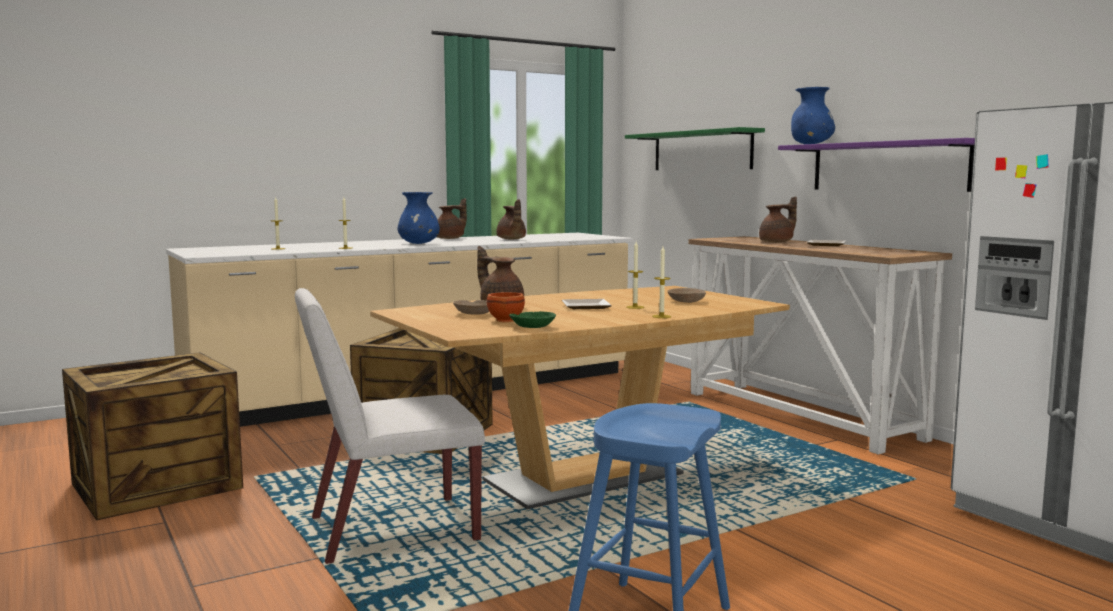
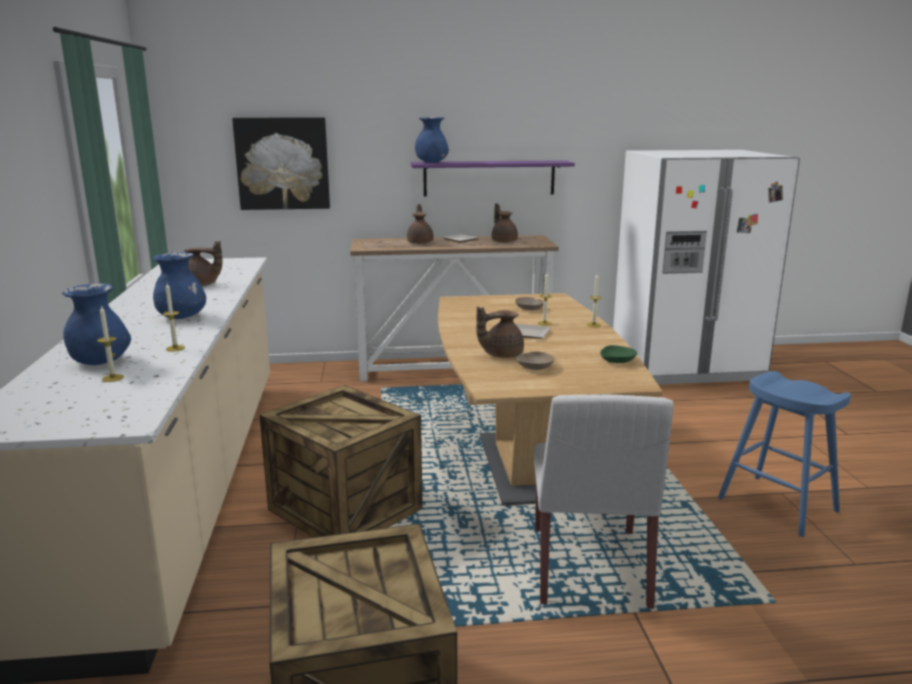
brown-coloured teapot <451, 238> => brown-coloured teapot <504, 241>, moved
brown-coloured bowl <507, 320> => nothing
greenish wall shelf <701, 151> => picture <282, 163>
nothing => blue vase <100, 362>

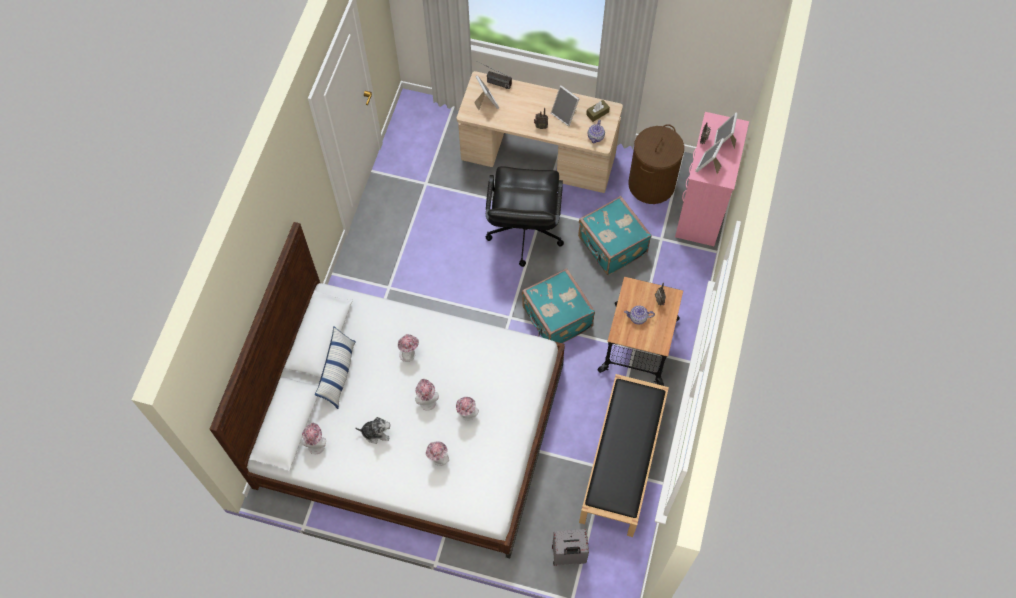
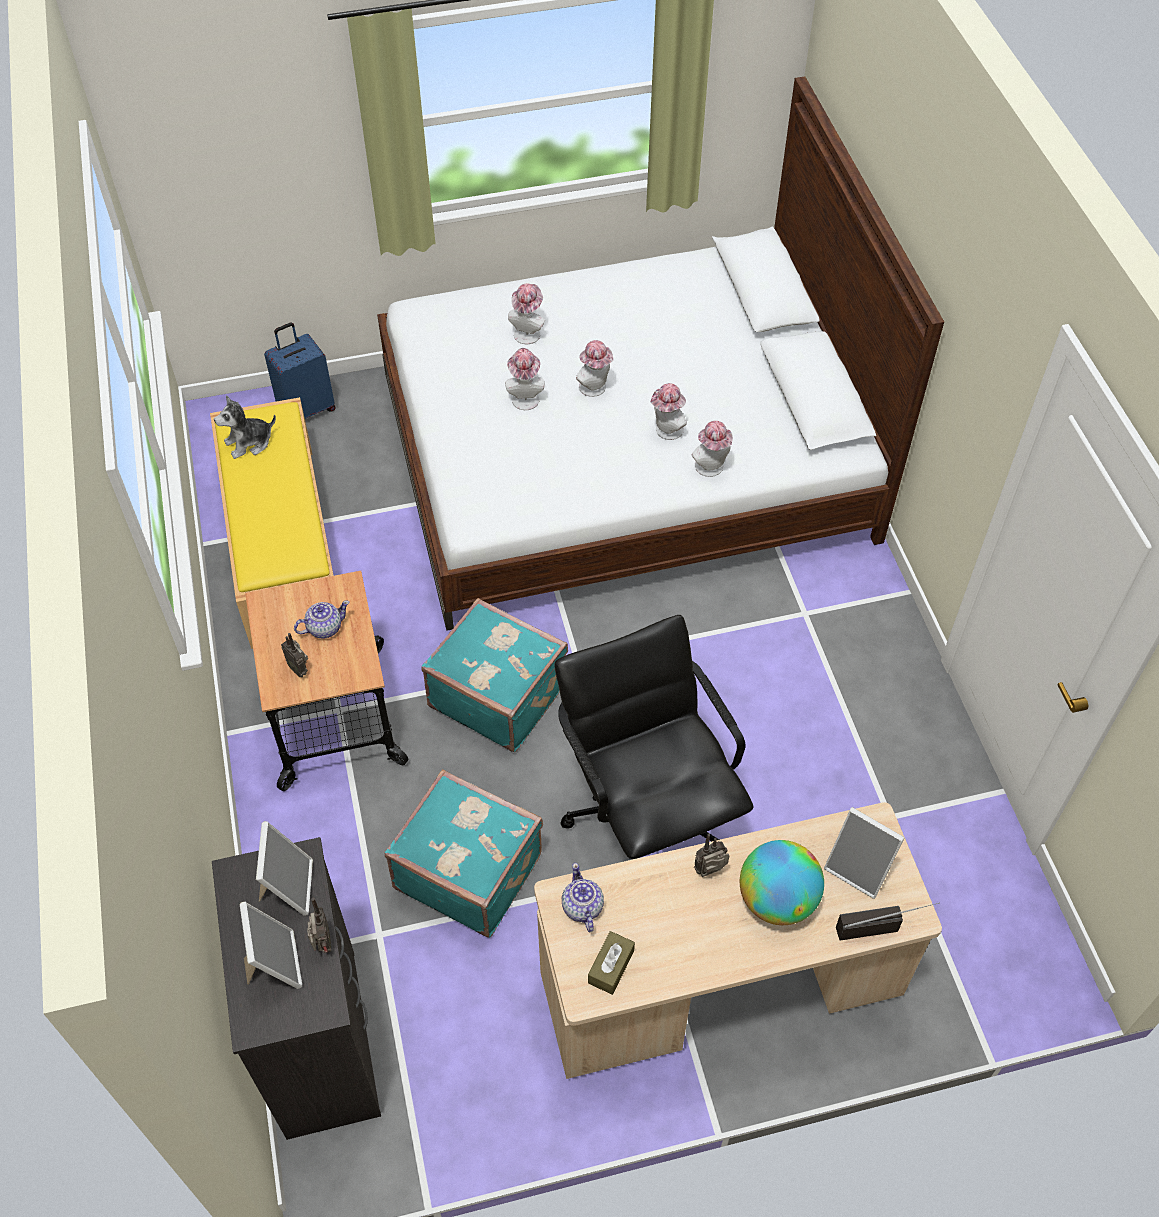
wearable hat <316, 444> => wearable hat <711, 468>, moved
cushion <338, 373> => nothing
plush toy <376, 432> => plush toy <249, 443>, moved
photo frame <565, 114> => nothing
greyish travel case <568, 555> => blue travel case <307, 409>
black-coloured indoor bench <622, 462> => yellow indoor bench <281, 542>
brown-coloured washing basket <651, 184> => nothing
pink drawer chest <701, 210> => black-coloured drawer chest <322, 1040>
nothing => world globe <777, 900>

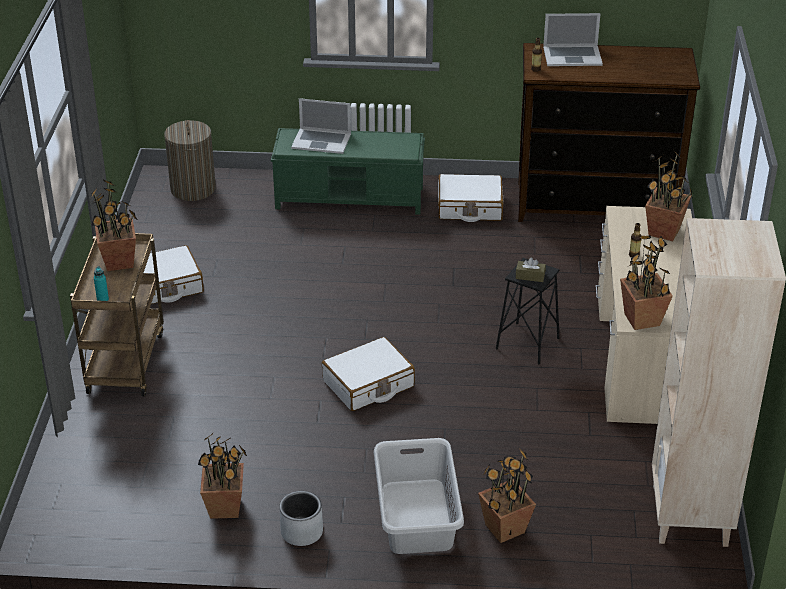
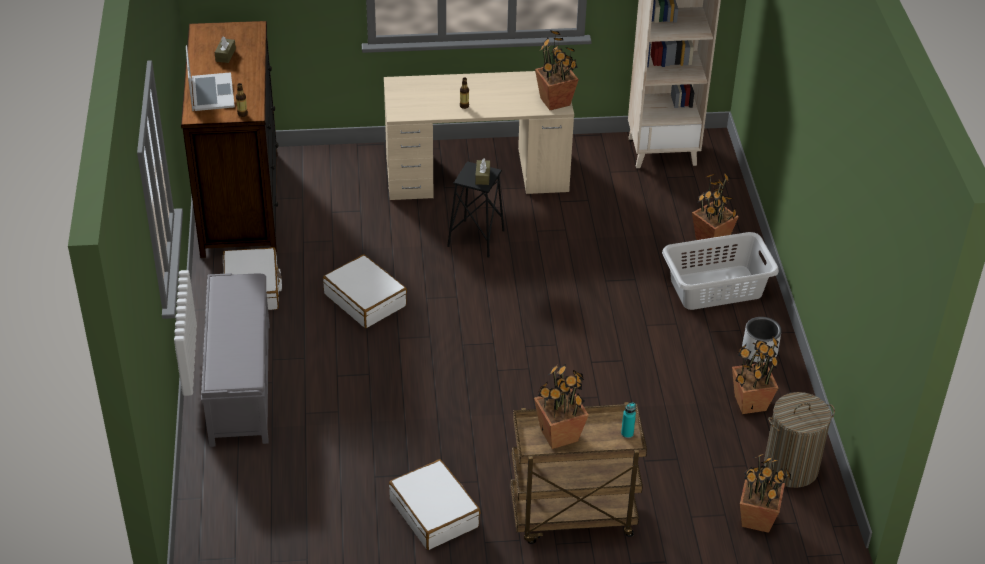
washing basket <193, 189> => washing basket <791, 467>, moved
greenish indoor bench <350, 198> => greyish indoor bench <240, 382>
laptop <321, 141> => nothing
whitish travel case <368, 384> => whitish travel case <365, 300>, moved
potted plant <664, 232> => potted plant <758, 519>, moved
nothing => brown-coloured box of tissues <225, 55>

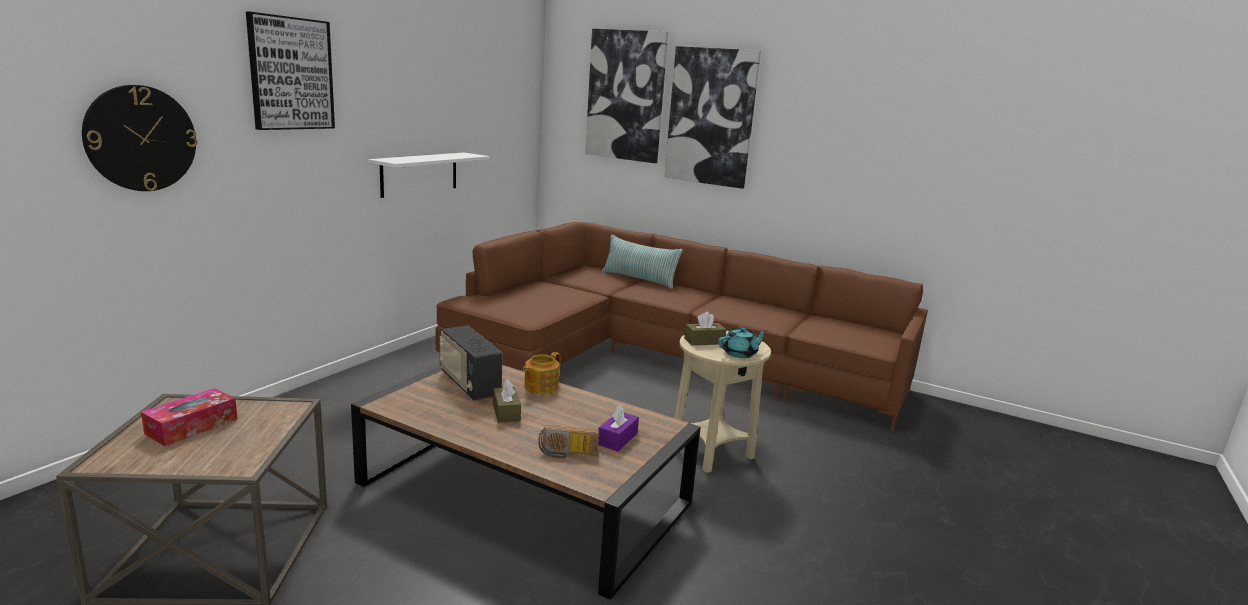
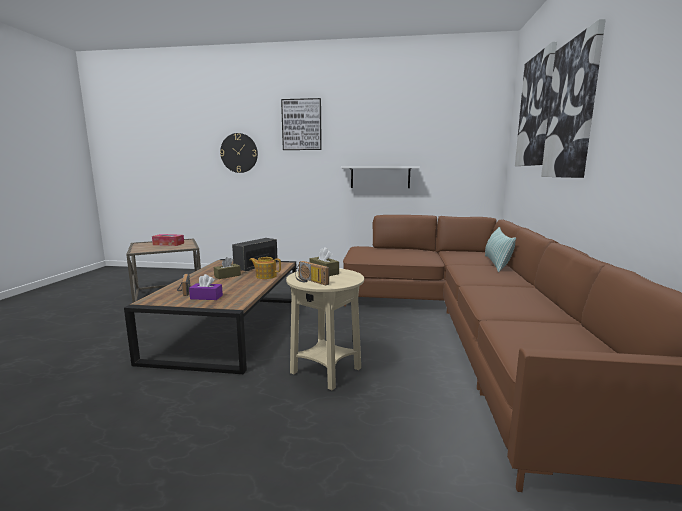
blue-green teapot <740, 353> => radio receiver <310, 281>

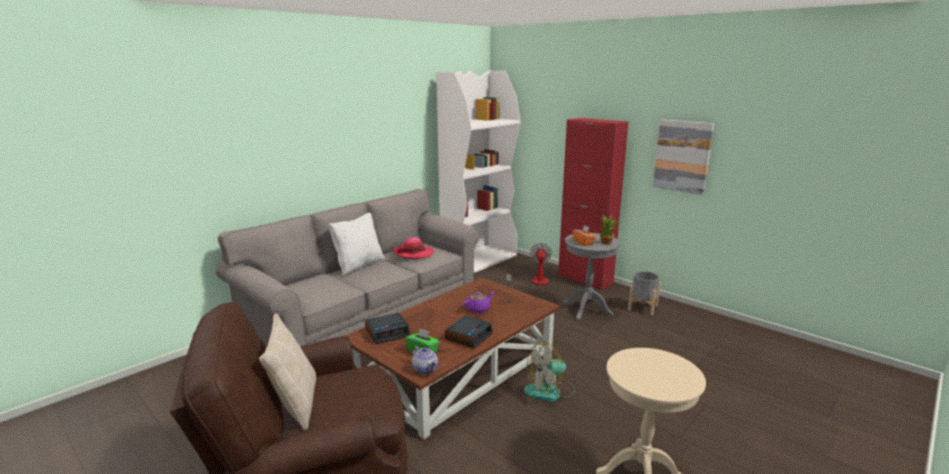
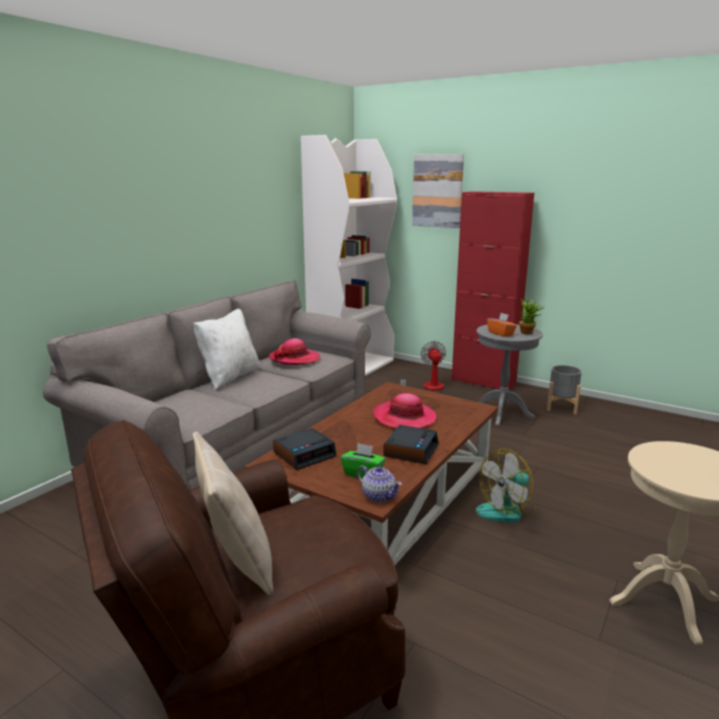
purple-coloured teapot <478, 309> => wearable hat <404, 417>
picture <682, 156> => picture <437, 191>, moved

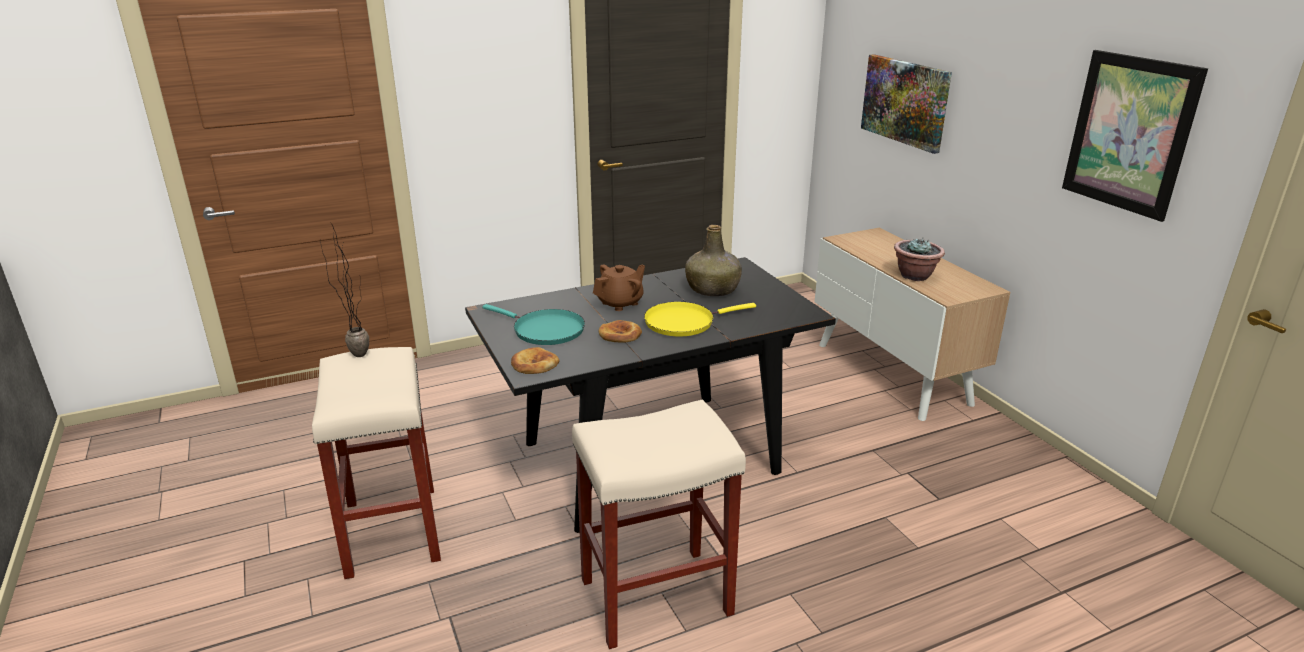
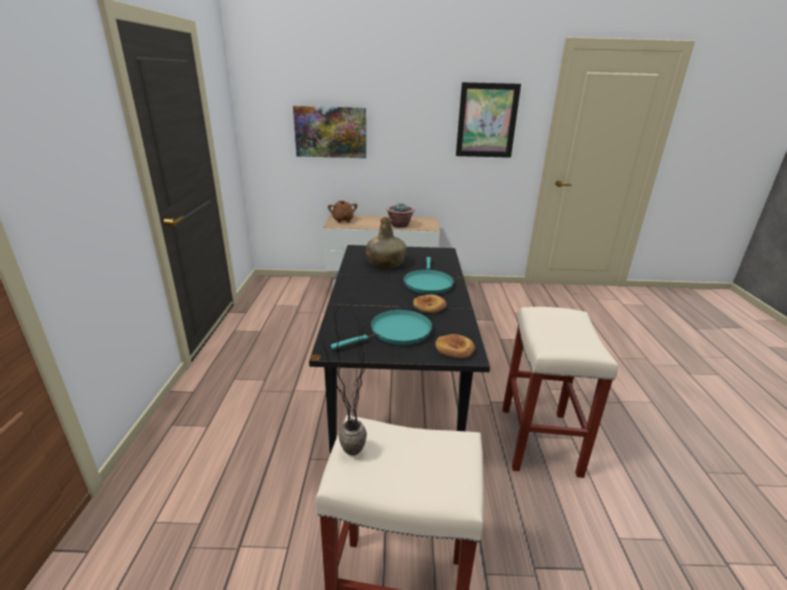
brown-coloured teapot <620, 303> => brown-coloured teapot <343, 220>, moved
yellow pan <683, 322> => blue-green pan <427, 283>

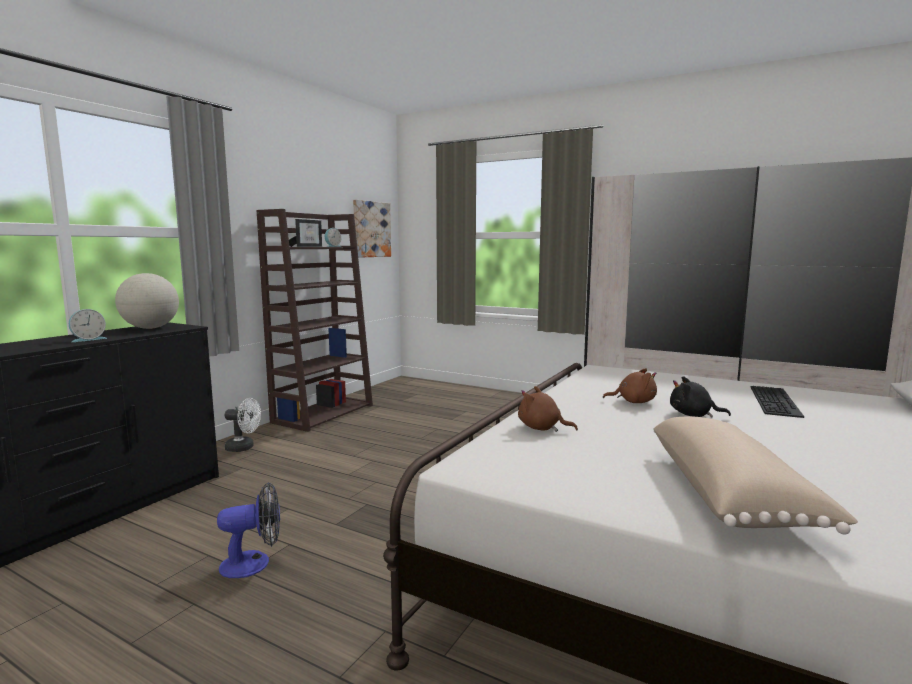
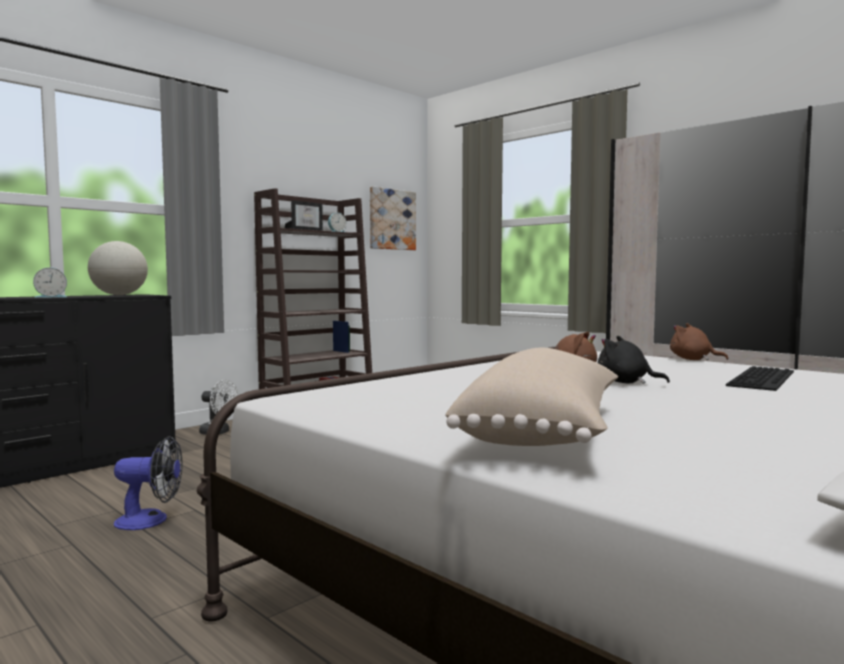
brown-coloured plush toy <542, 428> => brown-coloured plush toy <693, 360>, moved

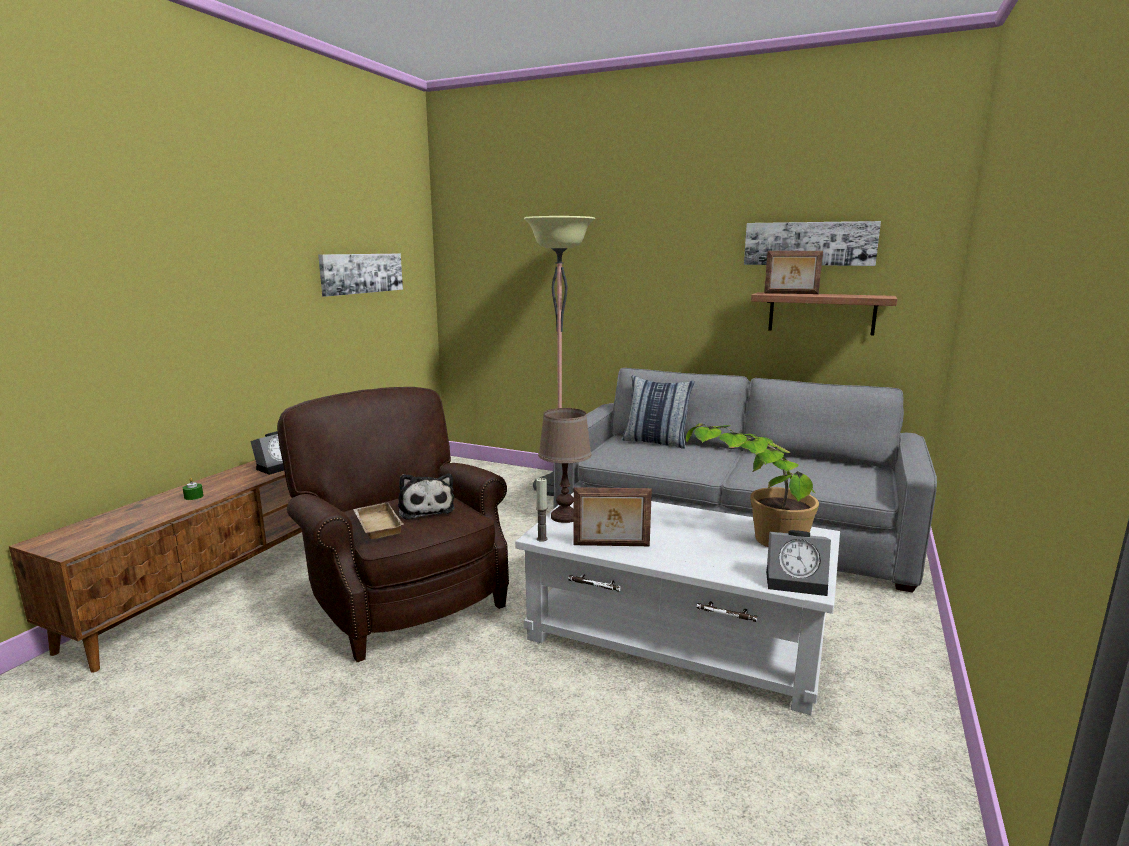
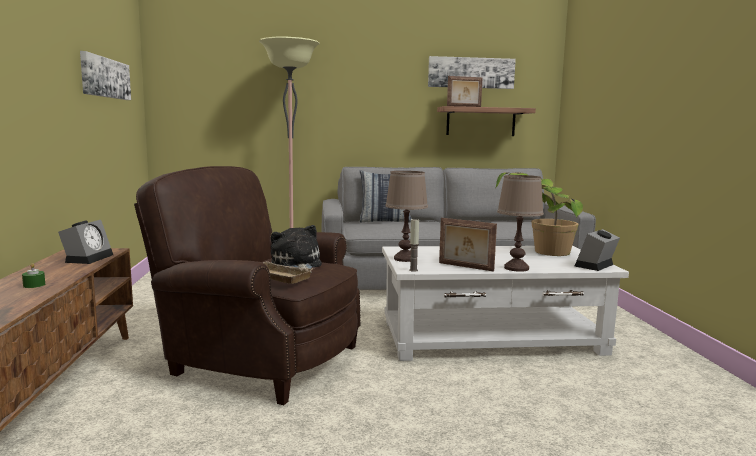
plush toy <425, 509> => plush toy <297, 265>, 150 degrees counterclockwise
photo frame <611, 546> => photo frame <465, 267>, 60 degrees clockwise
bedside clock <797, 582> => bedside clock <595, 266>, 150 degrees clockwise
nothing => brown-coloured tabletop lamp <516, 268>

